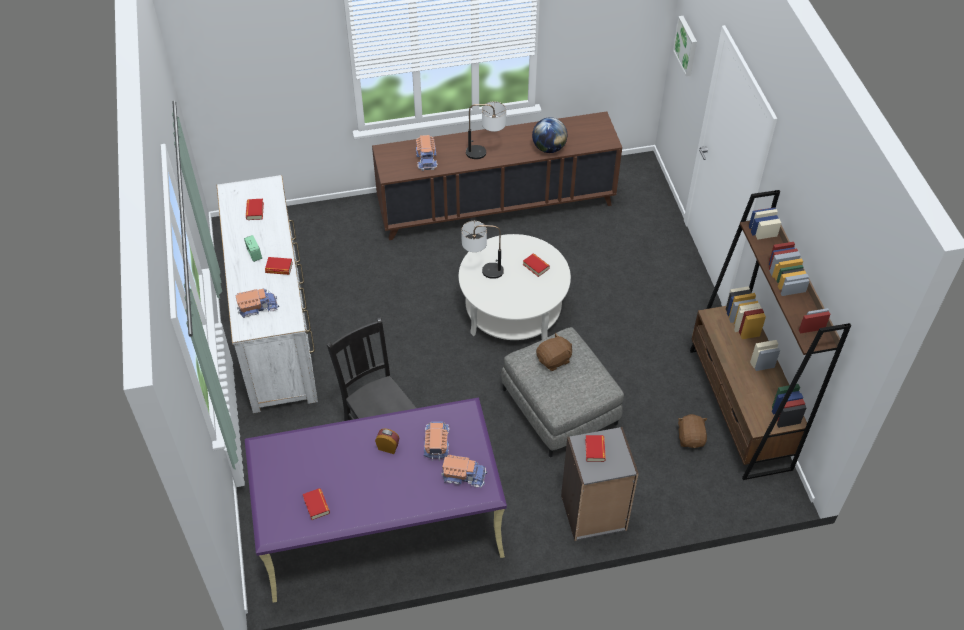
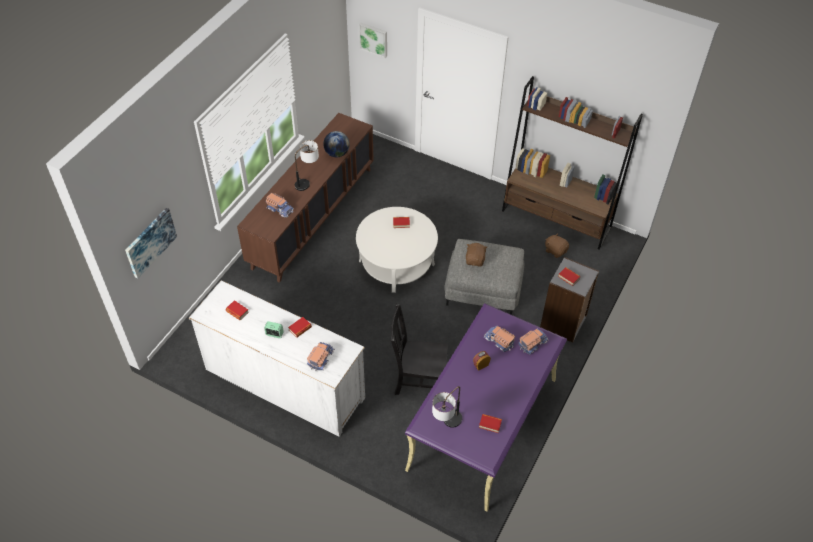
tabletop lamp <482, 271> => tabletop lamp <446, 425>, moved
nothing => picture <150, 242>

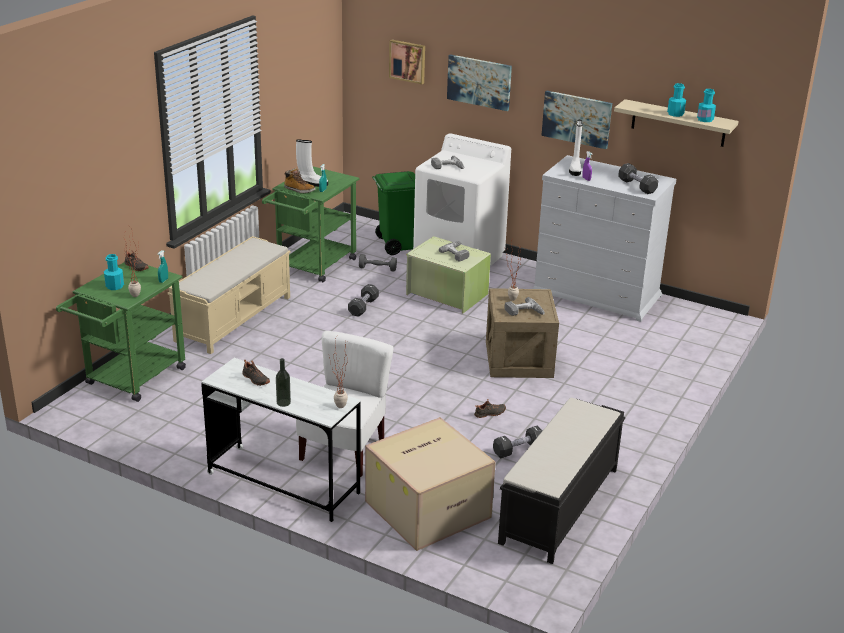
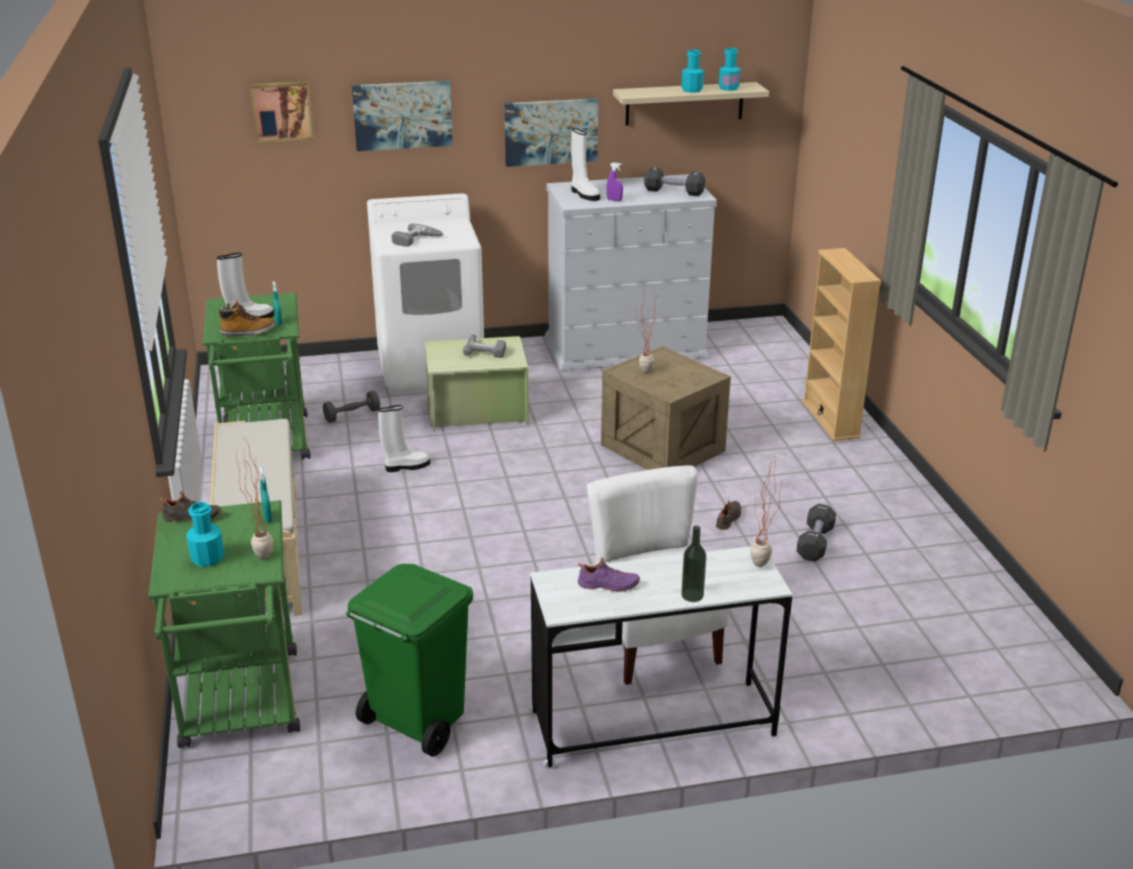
black-coloured item of footwear <255, 379> => purple-coloured item of footwear <608, 586>
black-coloured hand weight <363, 307> => whitish high-top boot <406, 466>
cardboard box <428, 508> => nothing
greenish rubbish bin <397, 245> => greenish rubbish bin <416, 722>, moved
black-coloured indoor bench <559, 506> => nothing
power drill <524, 312> => nothing
nothing => sand-coloured shelving unit <830, 419>

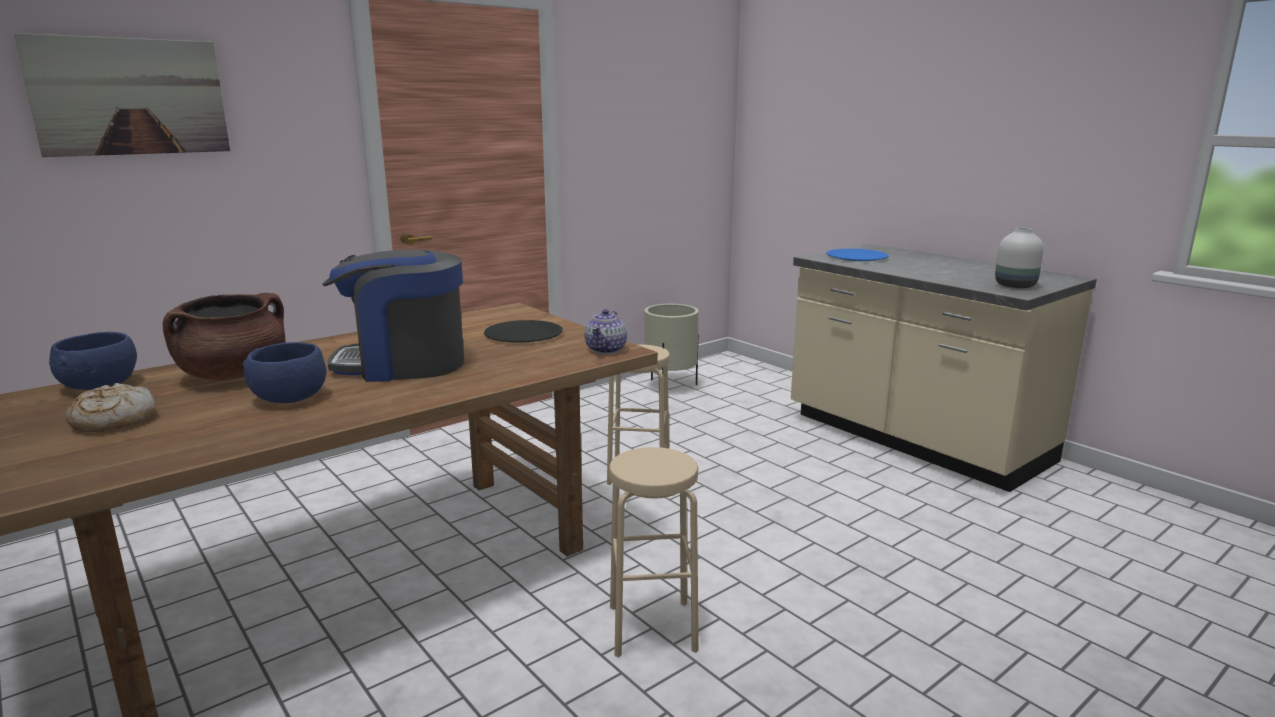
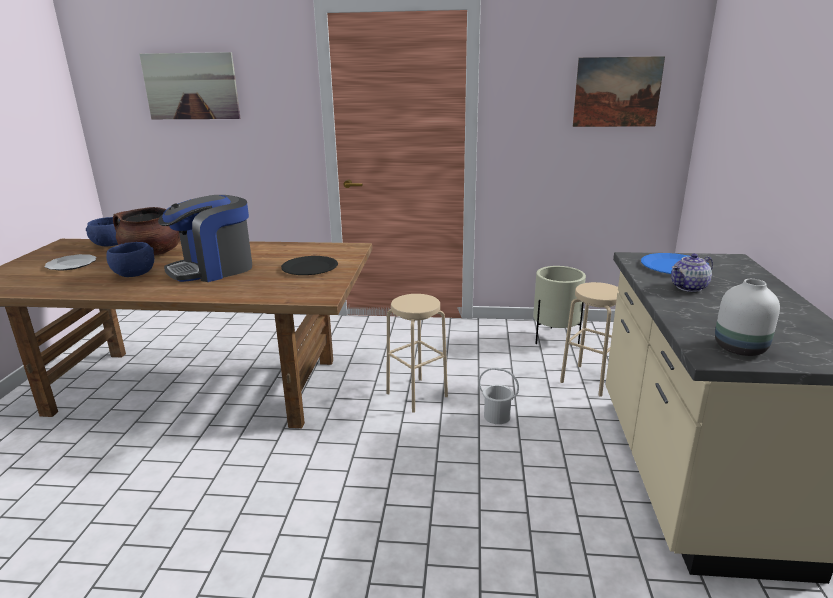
bakery bread <113, 421> => dinner plate <71, 264>
coffee brewer <403, 364> => coffee brewer <213, 269>, 75 degrees counterclockwise
teapot <606, 349> => teapot <689, 287>, moved
sand-coloured stool <652, 628> => sand-coloured stool <589, 380>, moved
nothing => whitish bucket <497, 416>
nothing => picture <617, 92>

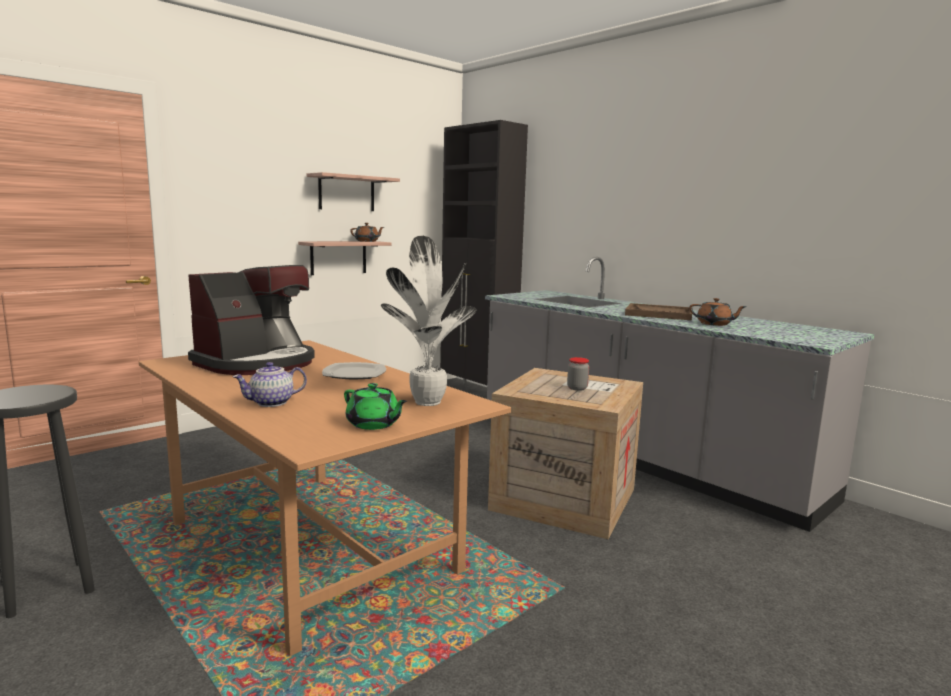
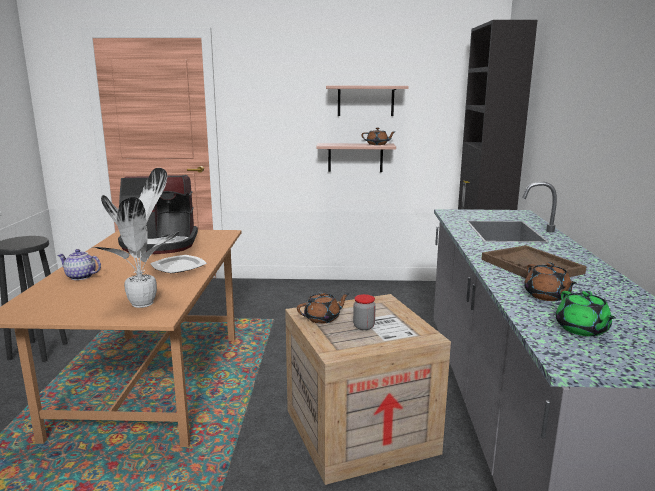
greenish teapot <373, 424> => greenish teapot <582, 329>, moved
nothing => brown-coloured teapot <323, 318>

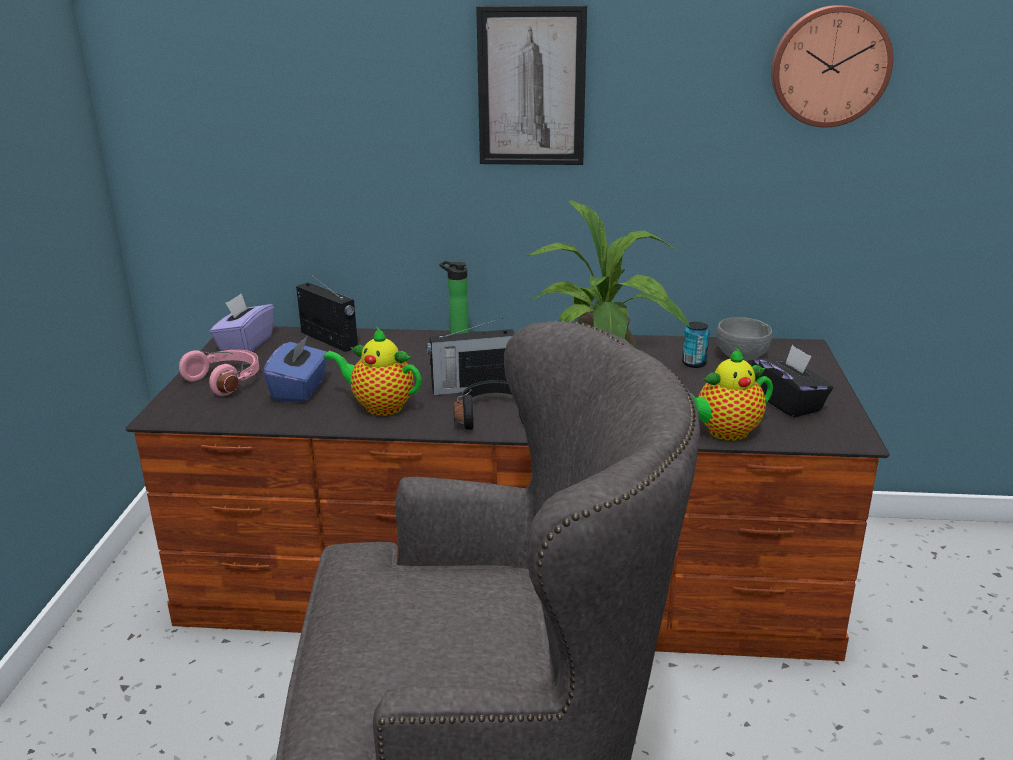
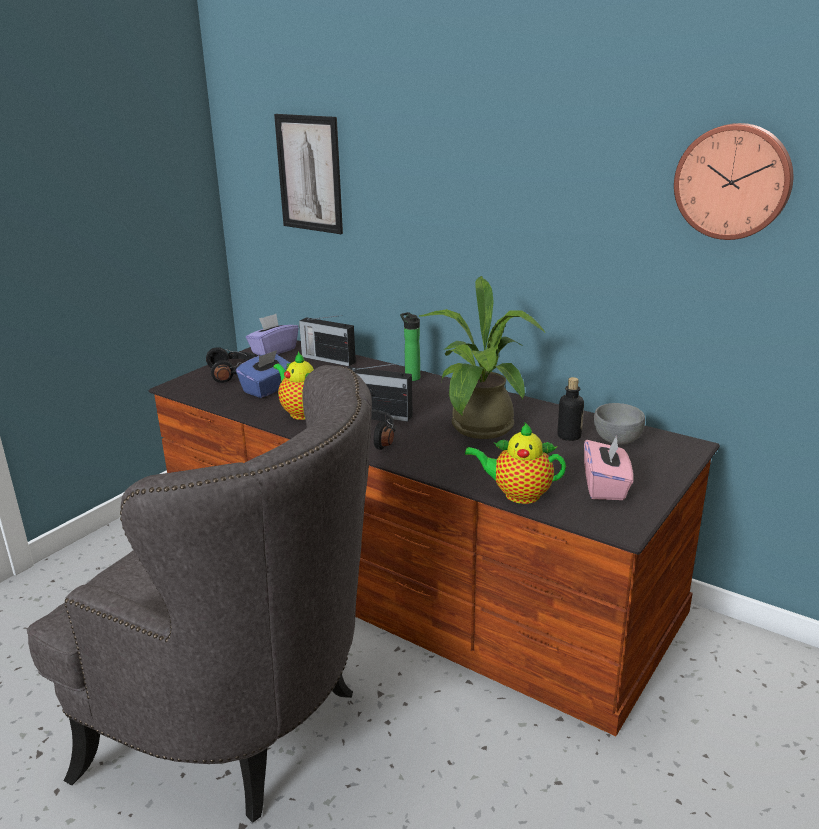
pink headset <226, 381> => black-coloured headset <234, 373>
radio receiver <329, 340> => radio receiver <327, 359>, 135 degrees clockwise
picture <531, 87> => picture <309, 174>, moved
can <694, 363> => drink bottle <569, 436>
black-coloured box of tissues <788, 403> => pink box of tissues <605, 487>

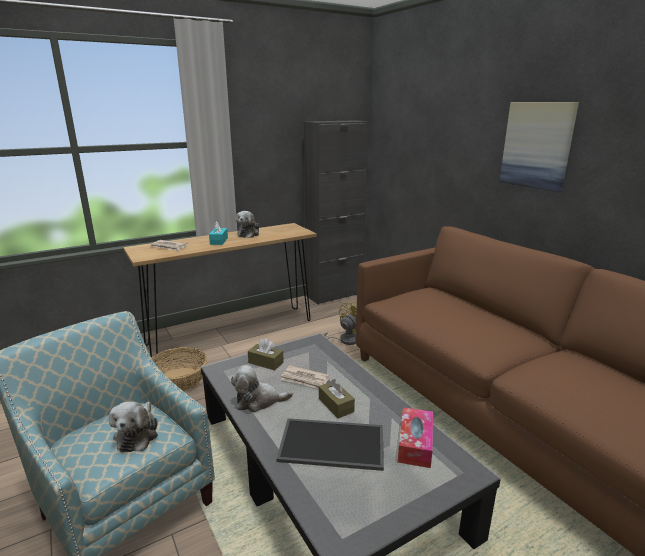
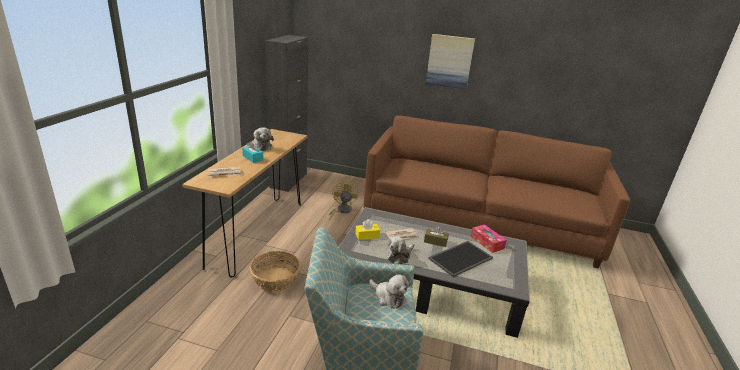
brown-coloured box of tissues <266, 362> => yellow box of tissues <367, 235>

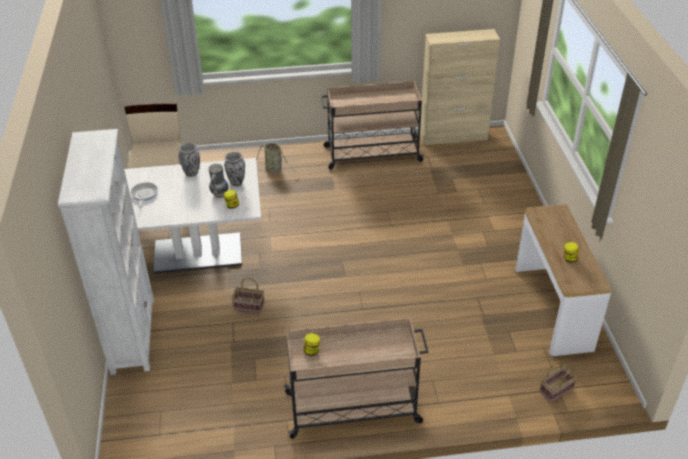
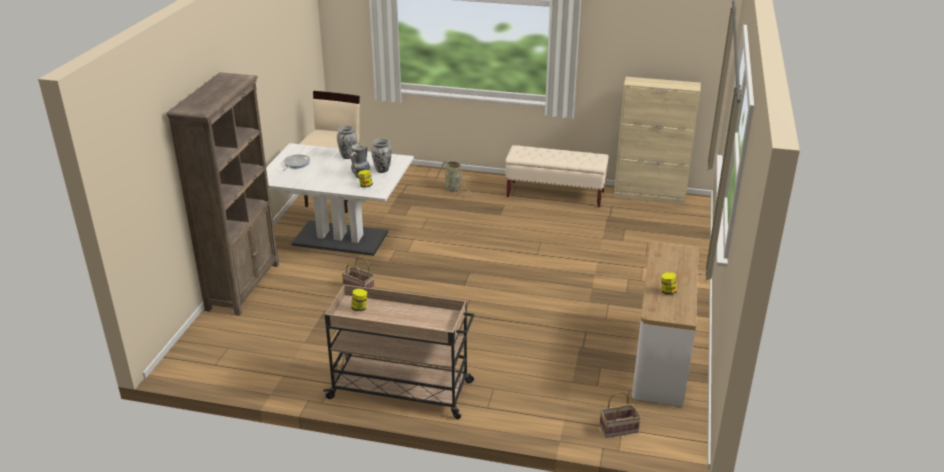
whitish shelving unit <133, 334> => brown-coloured shelving unit <243, 286>
sand-coloured wheeled cart <371, 154> => sand-coloured indoor bench <555, 194>

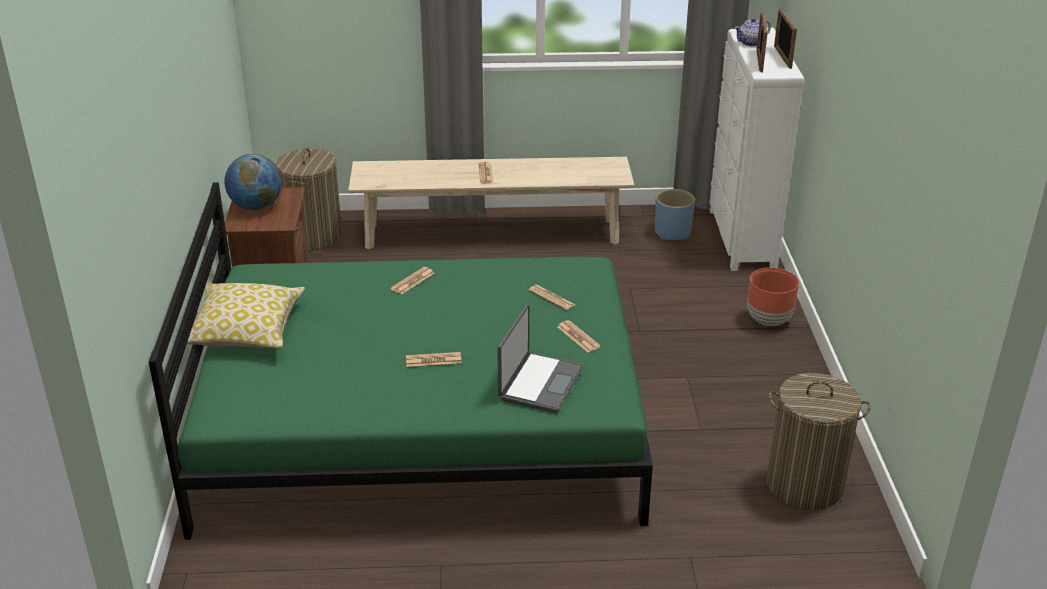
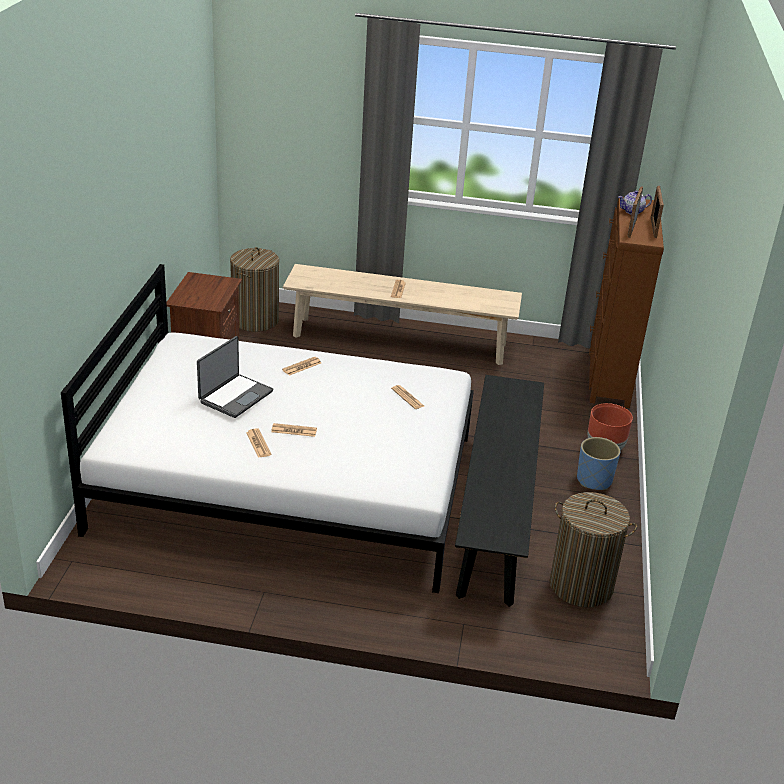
greenish bed <420, 422> => whitish bed <287, 481>
cushion <244, 330> => nothing
world globe <256, 206> => nothing
laptop <539, 383> => laptop <235, 396>, moved
daily paper <578, 337> => daily paper <258, 444>, moved
blue flower pot <672, 233> => blue flower pot <594, 480>, moved
whitish drawer chest <740, 239> => brown-coloured drawer chest <608, 377>
nothing => black-coloured indoor bench <496, 513>

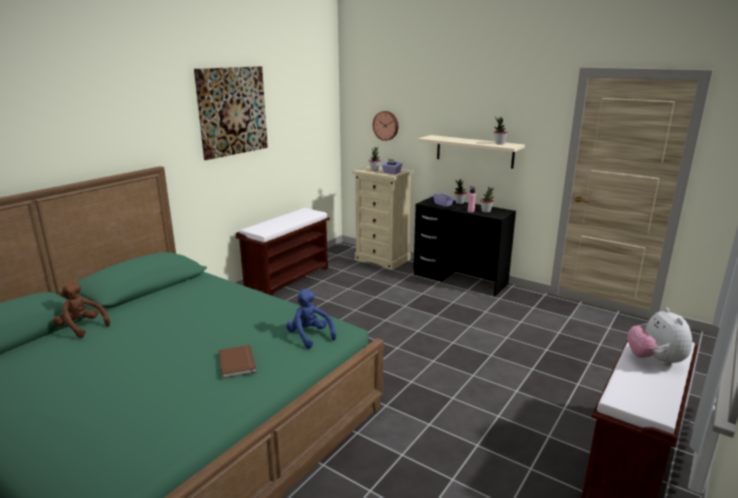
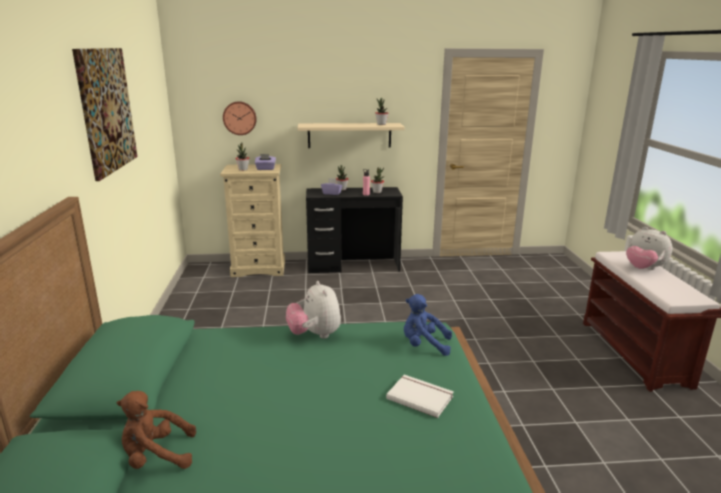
brown-coloured volume <239, 362> => whitish volume <420, 396>
brown-coloured indoor bench <288, 278> => nothing
nothing => plush toy <315, 335>

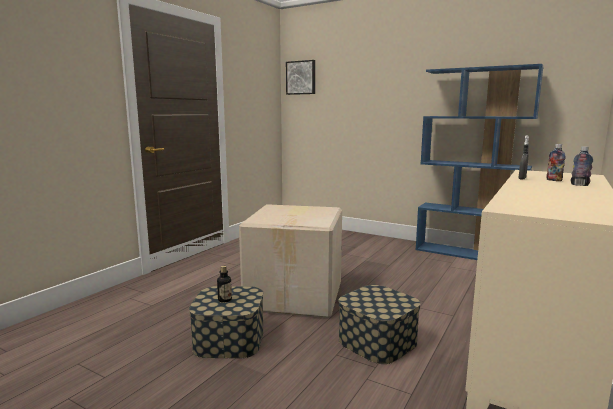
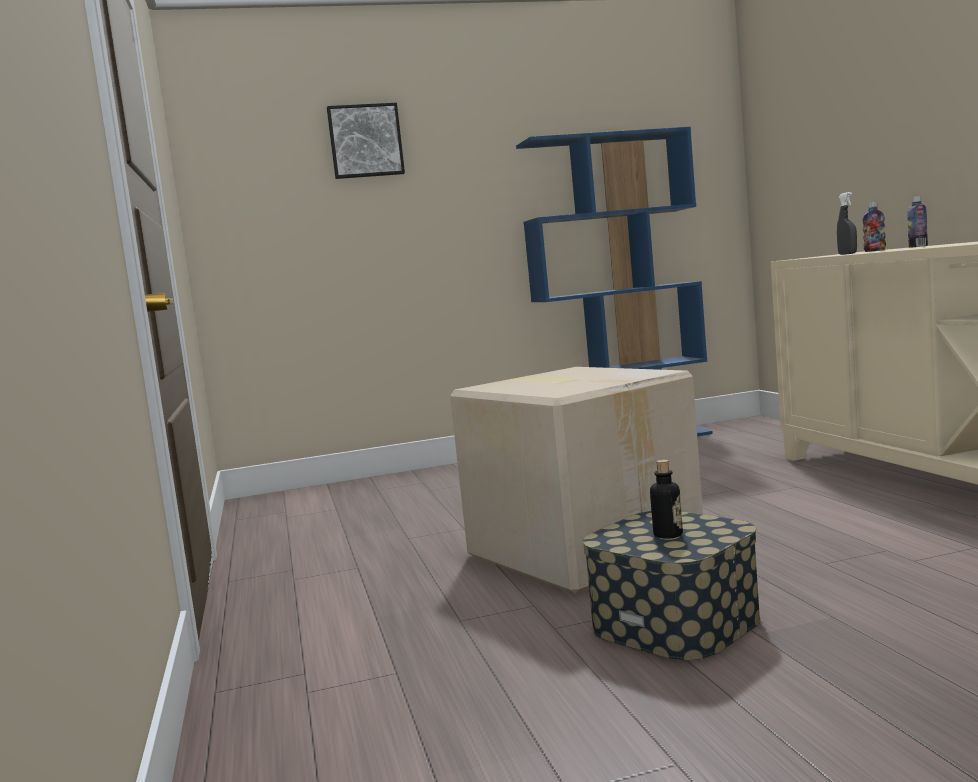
picture <301, 77> => picture <365, 141>, moved
storage bin <377, 341> => nothing

